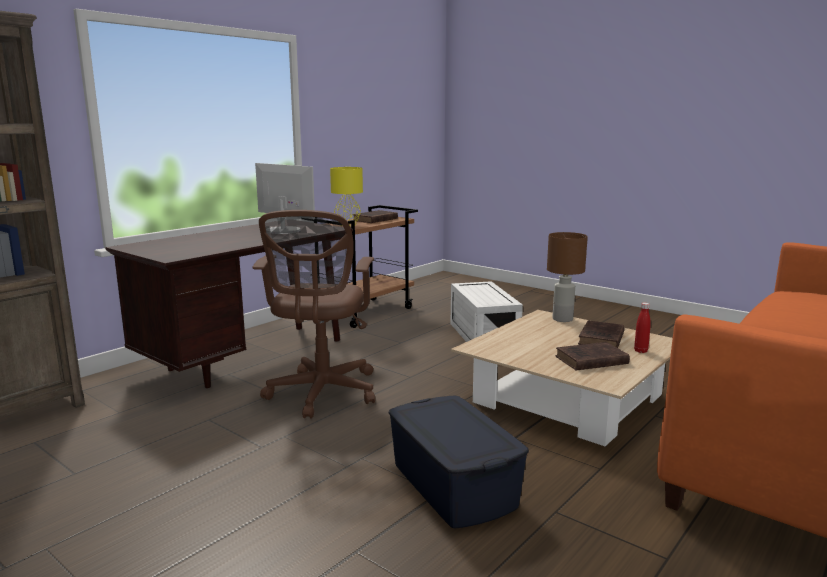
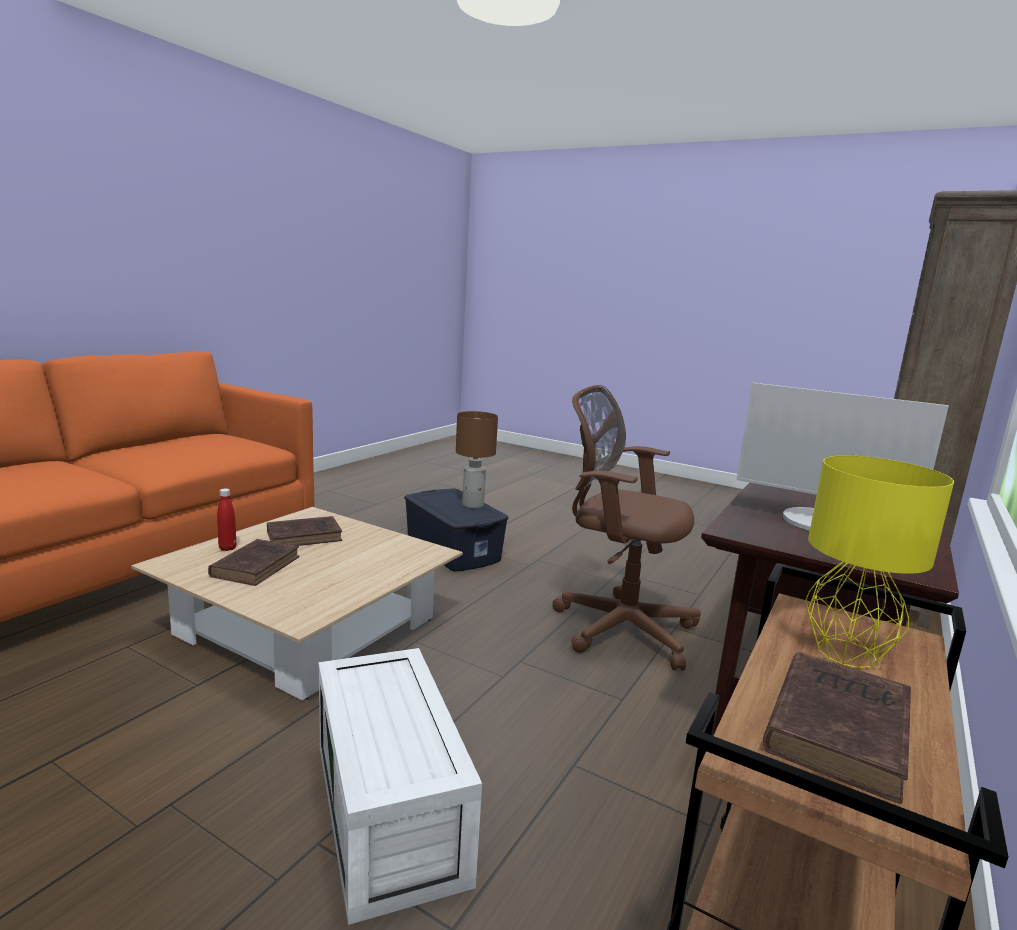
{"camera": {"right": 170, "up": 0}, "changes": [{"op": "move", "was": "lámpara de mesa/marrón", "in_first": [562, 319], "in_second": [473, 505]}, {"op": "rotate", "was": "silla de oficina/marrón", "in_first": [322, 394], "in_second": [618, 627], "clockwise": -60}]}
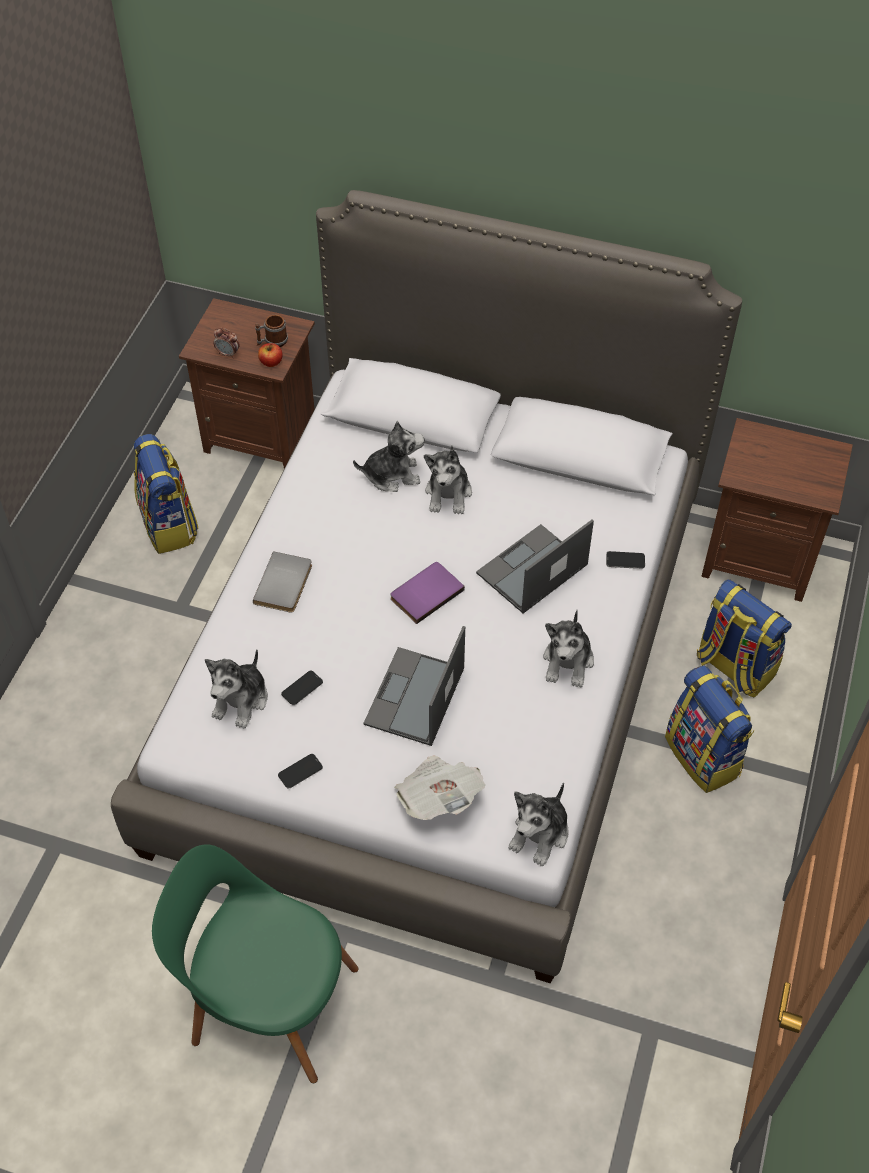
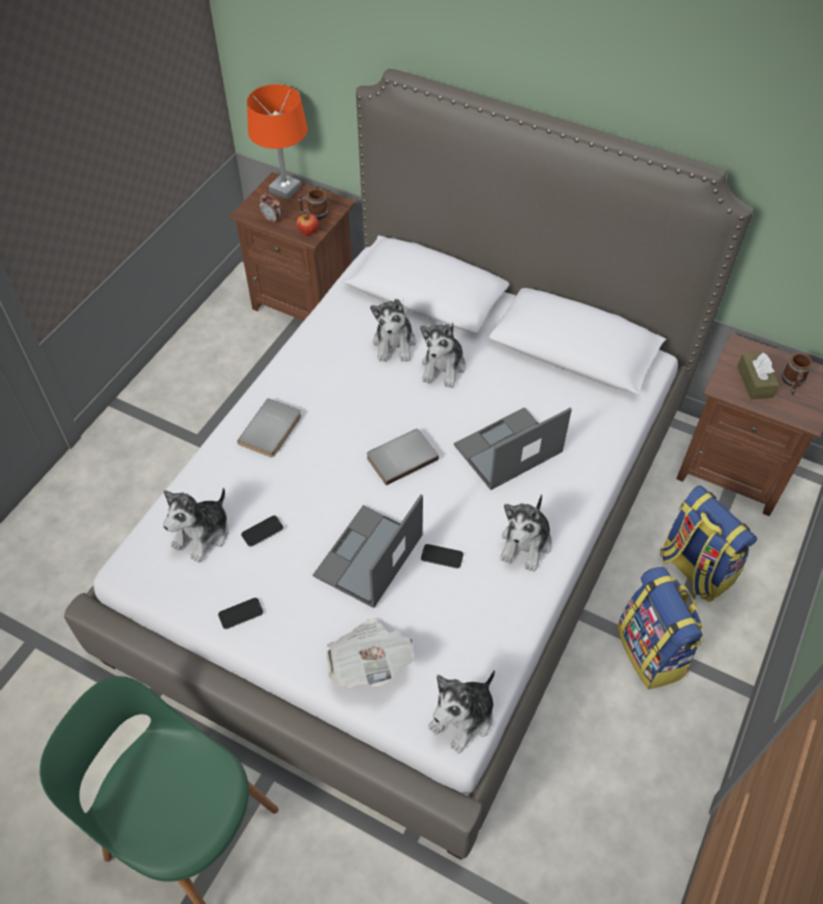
{"camera": {"right": 10, "up": 0}, "changes": [{"op": "insert", "now": "lámpara de mesa/naranja", "in_second": [285, 189]}, {"op": "recolor", "was": "libro/morado", "now": "libro/gris", "in_first": [425, 593], "in_second": [401, 456]}, {"op": "rotate", "was": "peluche", "in_first": [392, 475], "in_second": [394, 343], "clockwise": 90}, {"op": "move", "was": "móvil", "in_first": [625, 560], "in_second": [442, 557]}, {"op": "insert", "now": "caja de pañuelos/marrón", "in_second": [754, 382]}, {"op": "insert", "now": "taza grande", "in_second": [792, 382]}, {"op": "delete", "was": "mochila", "in_first": [170, 525]}]}
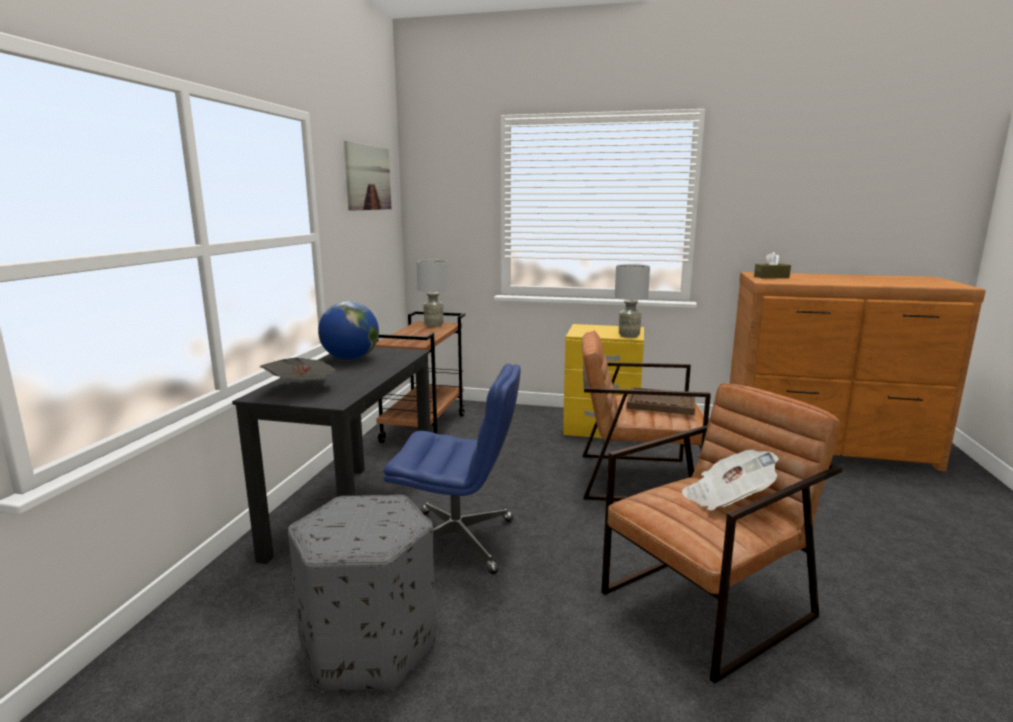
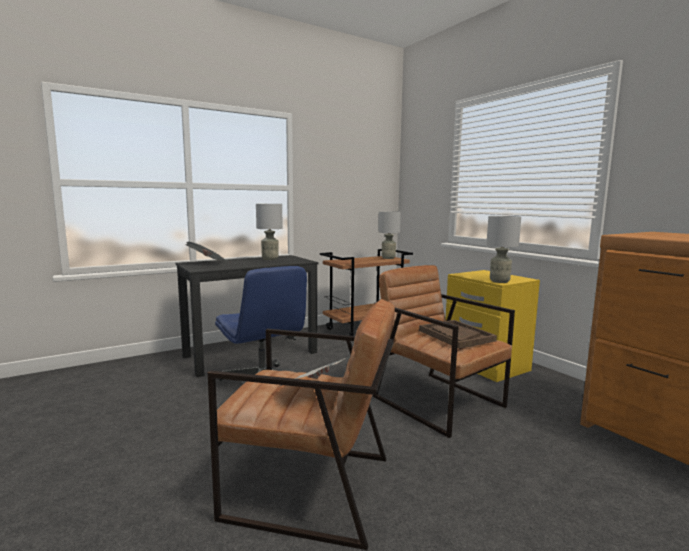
{"camera": {"right": 45, "up": -5}, "changes": [{"op": "replace", "was": "globo terráqueo", "now": "lámpara de mesa/gris", "in_first": [351, 359], "in_second": [269, 259]}, {"op": "delete", "was": "puf/gris", "in_first": [369, 645]}, {"op": "delete", "was": "cuadro", "in_first": [368, 177]}, {"op": "delete", "was": "caja de pañuelos/marrón", "in_first": [771, 277]}]}
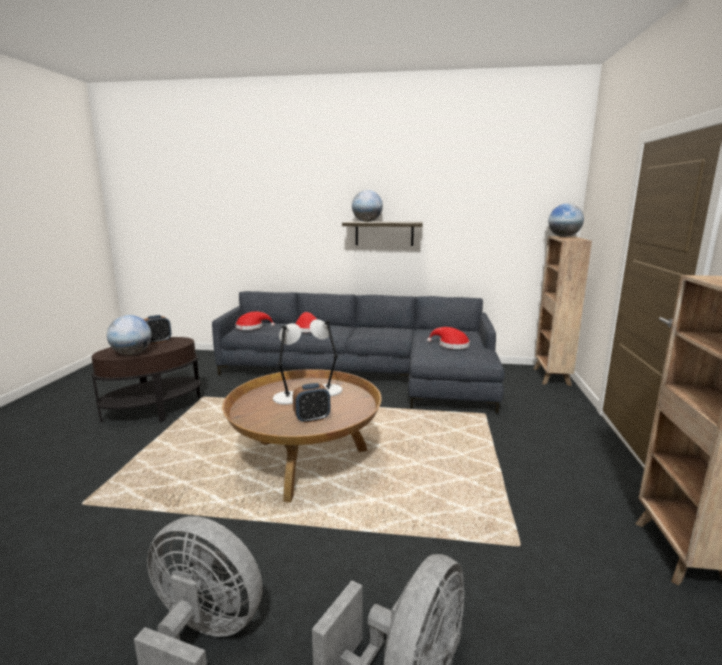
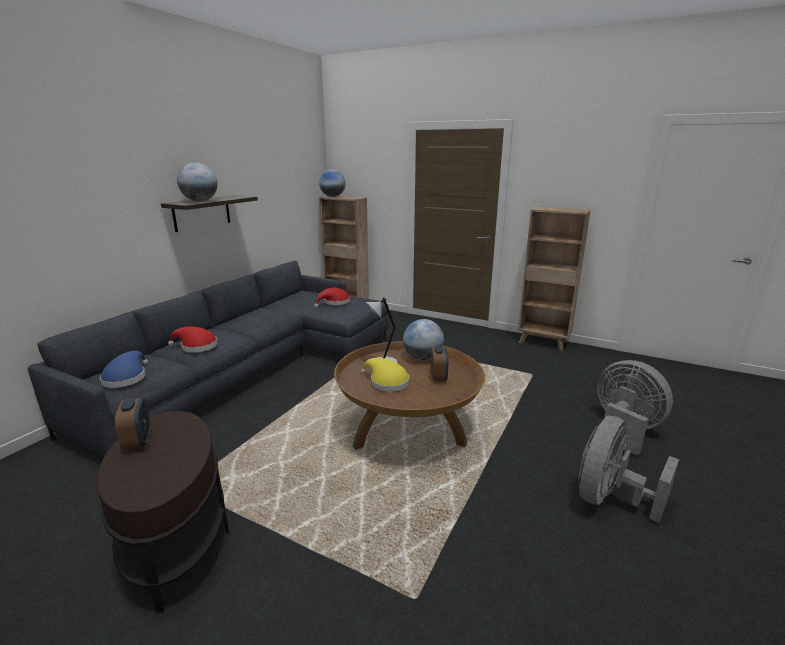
{"camera": {"right": -70, "up": 5}, "changes": [{"op": "recolor", "was": "sombrero/rojo", "now": "sombrero/azul", "in_first": [251, 327], "in_second": [126, 378]}, {"op": "replace", "was": "lámpara de mesa/gris", "now": "sombrero/amarillo", "in_first": [288, 397], "in_second": [386, 382]}, {"op": "move", "was": "globo terráqueo", "in_first": [132, 353], "in_second": [423, 357]}]}
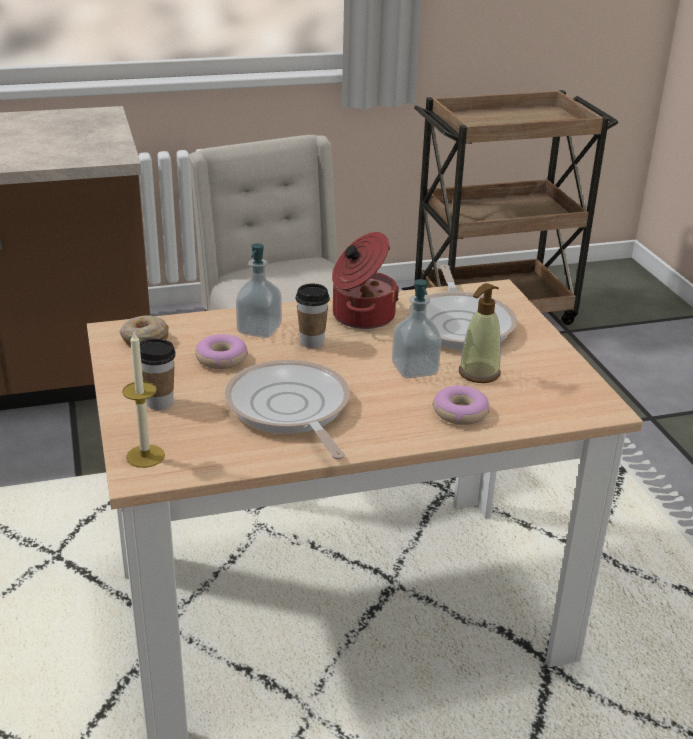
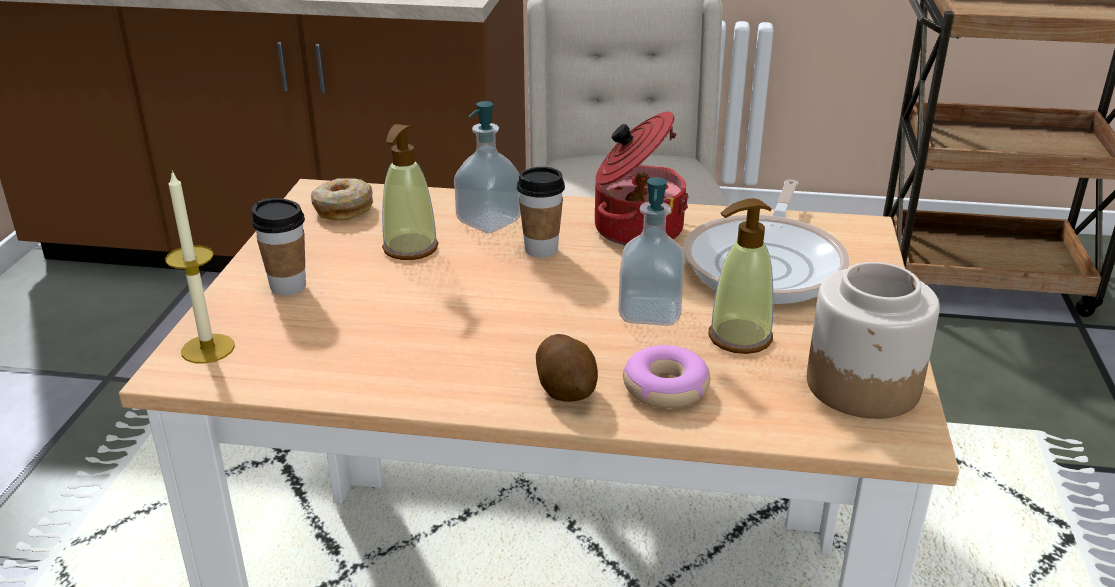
{"camera": {"right": 25, "up": 0}, "changes": [{"op": "replace", "was": "rosquilla", "now": "dispensador de jabón", "in_first": [221, 359], "in_second": [410, 248]}, {"op": "insert", "now": "patata", "in_second": [567, 390]}, {"op": "insert", "now": "tarro", "in_second": [864, 385]}, {"op": "delete", "was": "sartén", "in_first": [289, 410]}]}
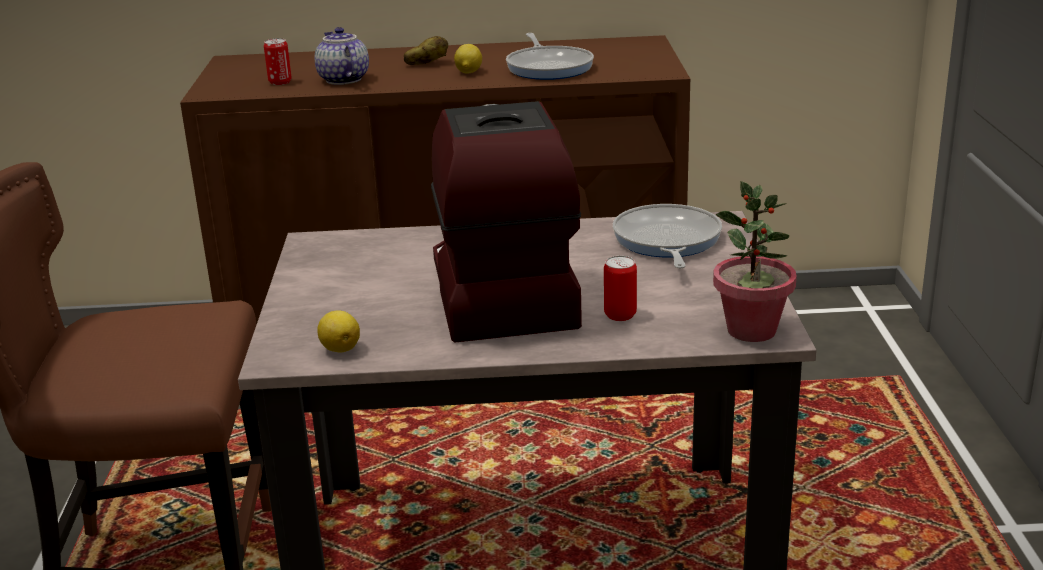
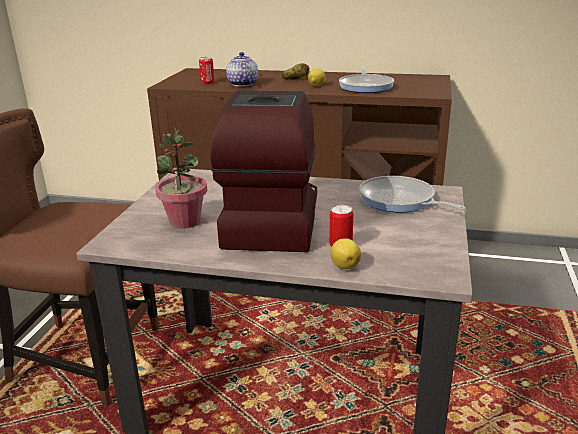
{"camera": {"right": 15, "up": 0}, "changes": [{"op": "move", "was": "planta en maceta", "in_first": [751, 331], "in_second": [184, 222]}, {"op": "move", "was": "limón", "in_first": [340, 348], "in_second": [345, 265]}, {"op": "rotate", "was": "sartén", "in_first": [666, 241], "in_second": [399, 200], "clockwise": -60}]}
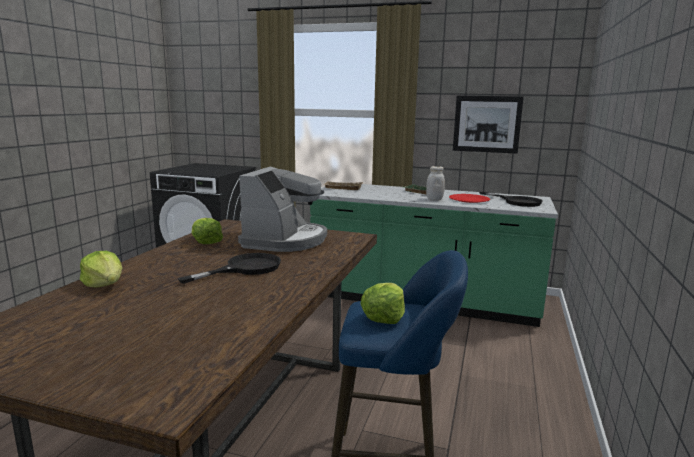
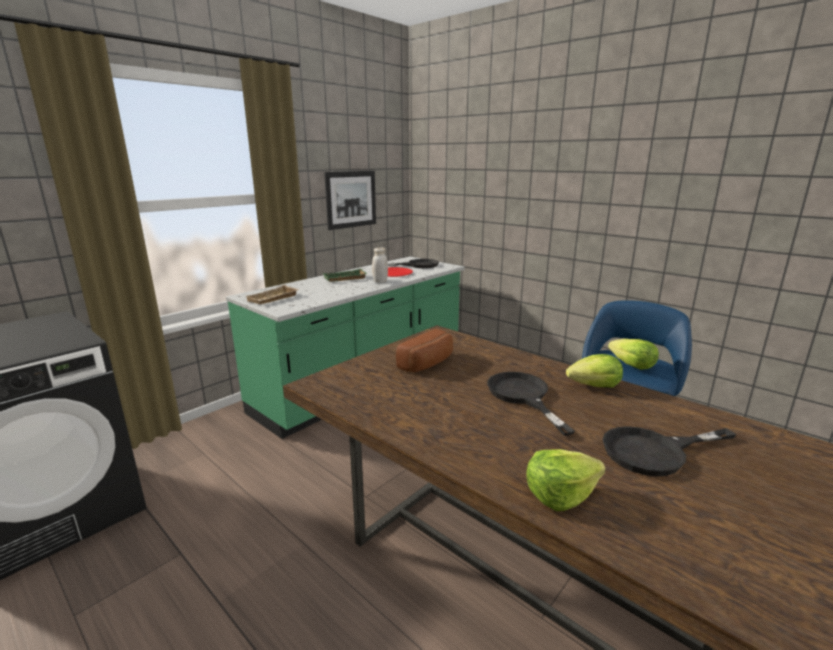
{"camera": {"right": -65, "up": 5}, "changes": [{"op": "replace", "was": "cafetera", "now": "pan", "in_first": [285, 240], "in_second": [428, 363]}, {"op": "move", "was": "lechuga", "in_first": [206, 242], "in_second": [594, 386]}, {"op": "insert", "now": "sartén/negro", "in_second": [655, 452]}]}
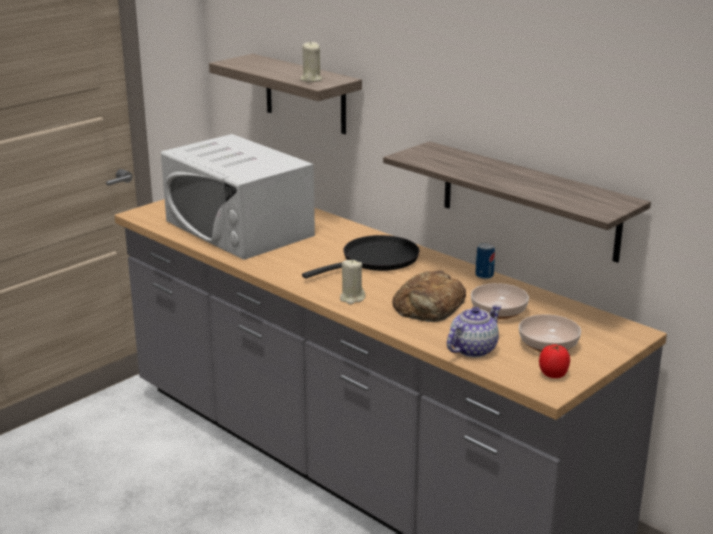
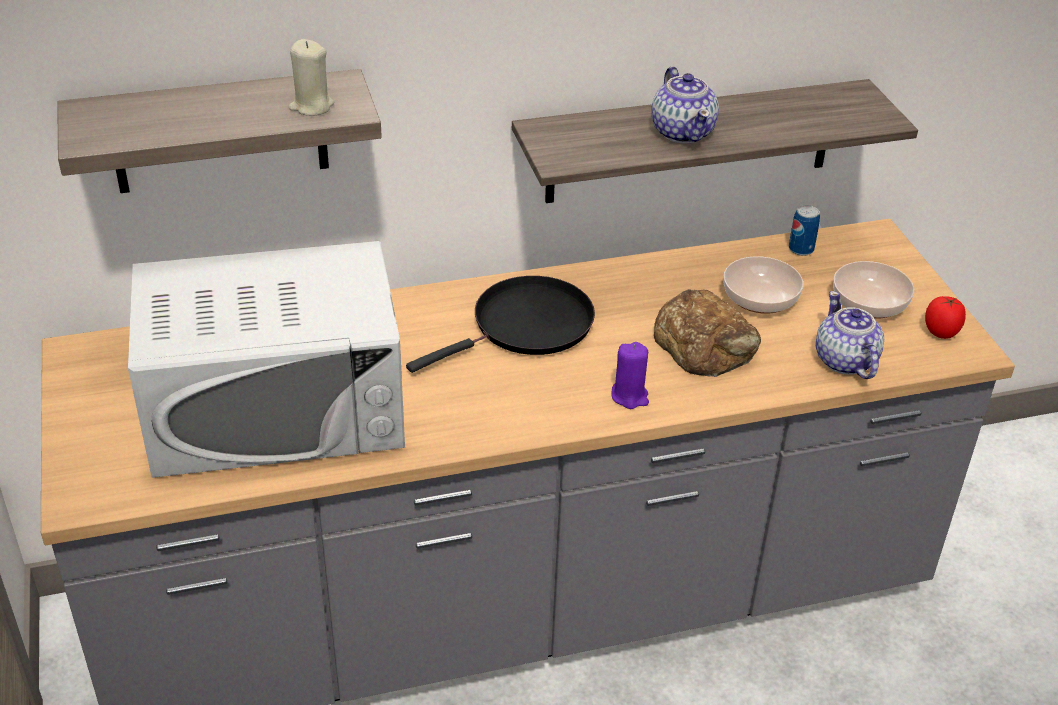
{"camera": {"right": -60, "up": 15}, "changes": [{"op": "rotate", "was": "sartén/negro", "in_first": [376, 260], "in_second": [526, 326], "clockwise": 60}, {"op": "recolor", "was": "vela/beis", "now": "vela/morado", "in_first": [352, 298], "in_second": [630, 396]}, {"op": "insert", "now": "tetera", "in_second": [683, 132]}, {"op": "move", "was": "lata", "in_first": [484, 276], "in_second": [801, 249]}]}
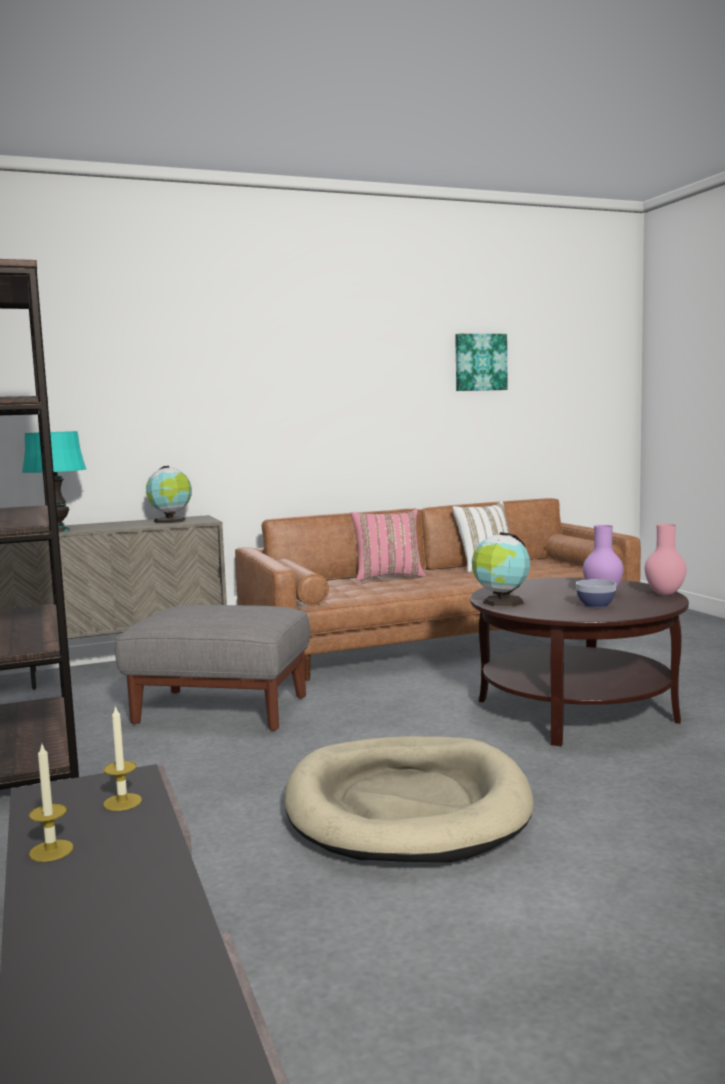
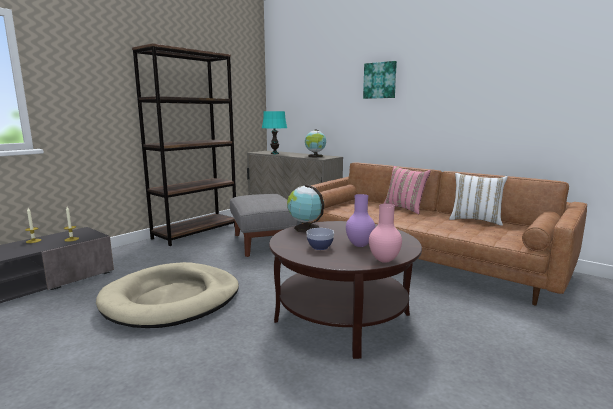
{"camera": {"right": 60, "up": 5}, "changes": [{"op": "move", "was": "cuadro", "in_first": [480, 362], "in_second": [380, 80]}]}
